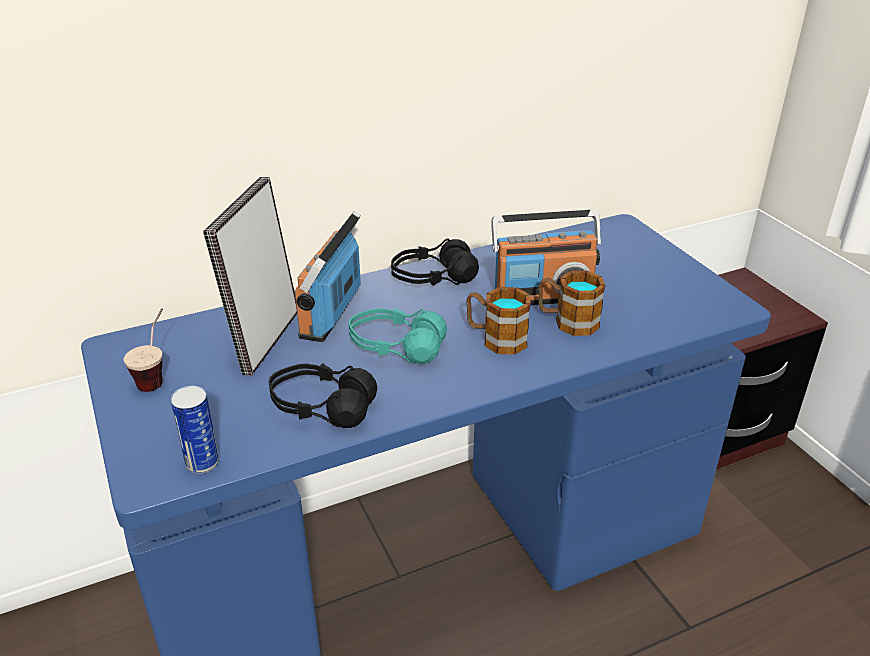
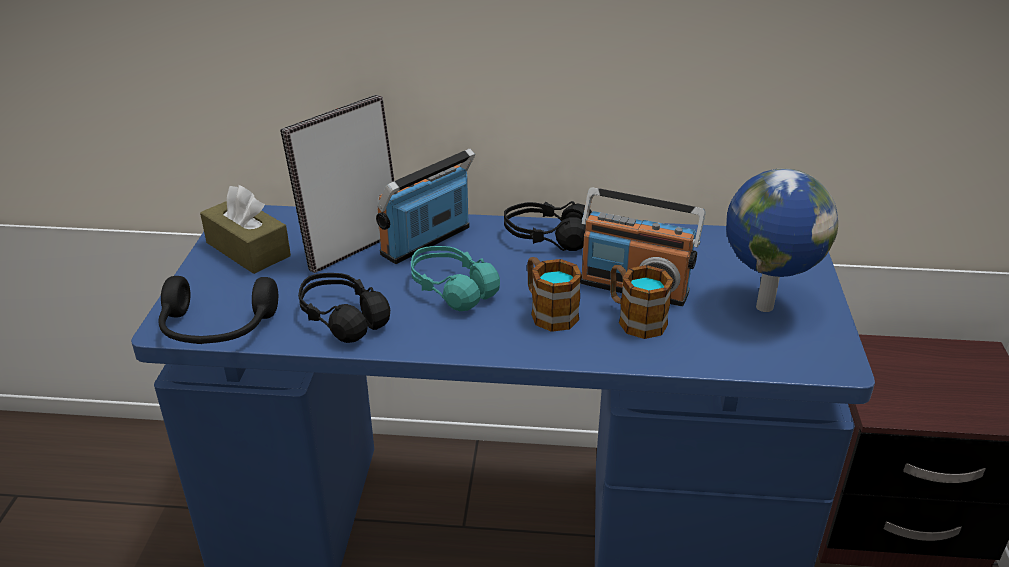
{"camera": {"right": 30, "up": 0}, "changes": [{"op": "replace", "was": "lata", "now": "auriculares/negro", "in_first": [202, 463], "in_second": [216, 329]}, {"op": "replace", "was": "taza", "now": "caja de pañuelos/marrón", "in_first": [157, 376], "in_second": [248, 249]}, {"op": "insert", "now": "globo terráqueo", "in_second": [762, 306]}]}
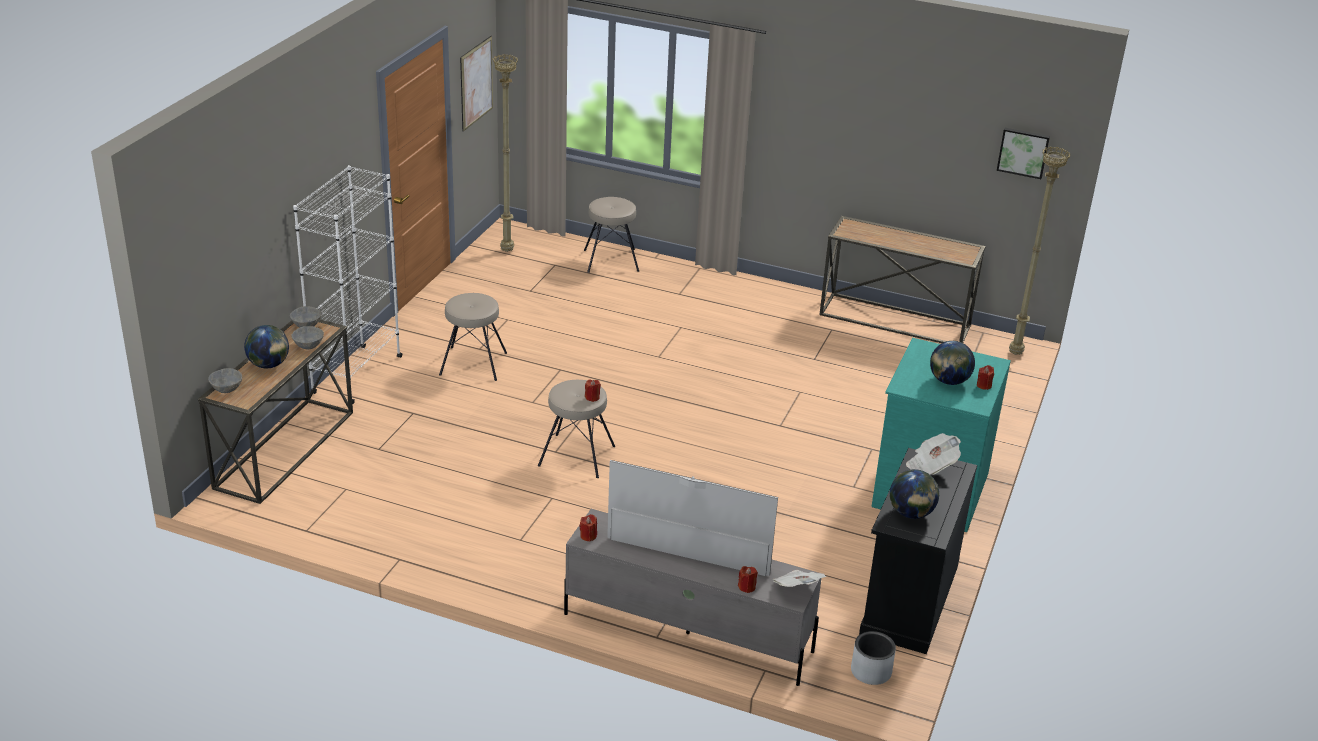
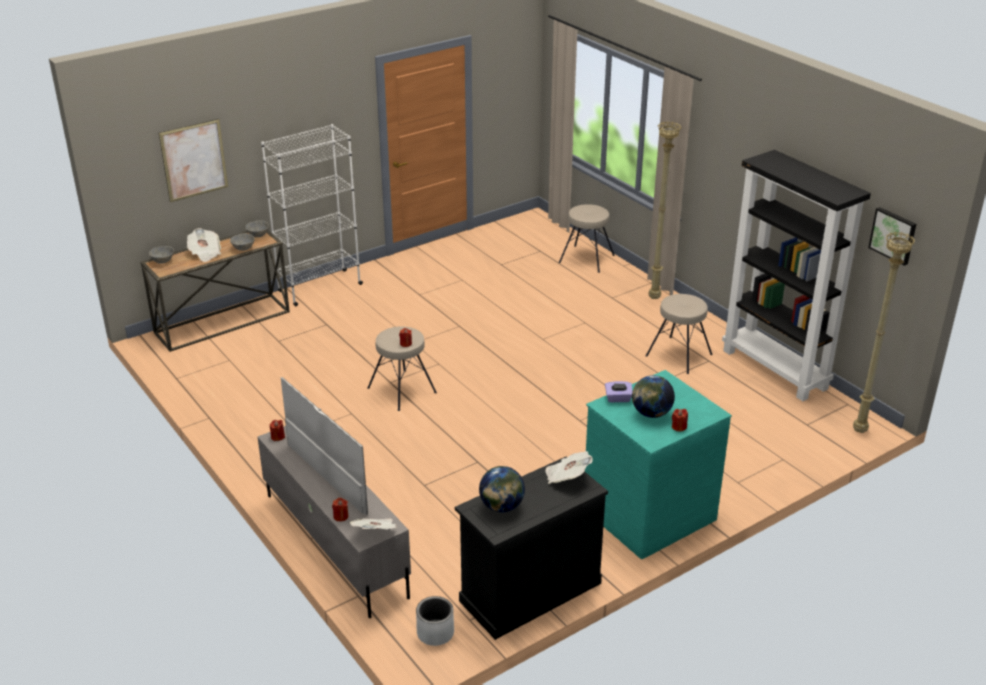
{"camera": {"right": 35, "up": 0}, "changes": [{"op": "move", "was": "cuadro", "in_first": [476, 83], "in_second": [194, 160]}, {"op": "replace", "was": "globo terráqueo", "now": "periódico", "in_first": [268, 365], "in_second": [205, 253]}, {"op": "insert", "now": "caja de pañuelos/morado", "in_second": [618, 399]}, {"op": "move", "was": "taburete/beis", "in_first": [473, 363], "in_second": [679, 354]}, {"op": "move", "was": "lámpara de pie/beis", "in_first": [508, 251], "in_second": [655, 298]}, {"op": "replace", "was": "mesa consola", "now": "estantería/negro", "in_first": [895, 319], "in_second": [775, 369]}]}
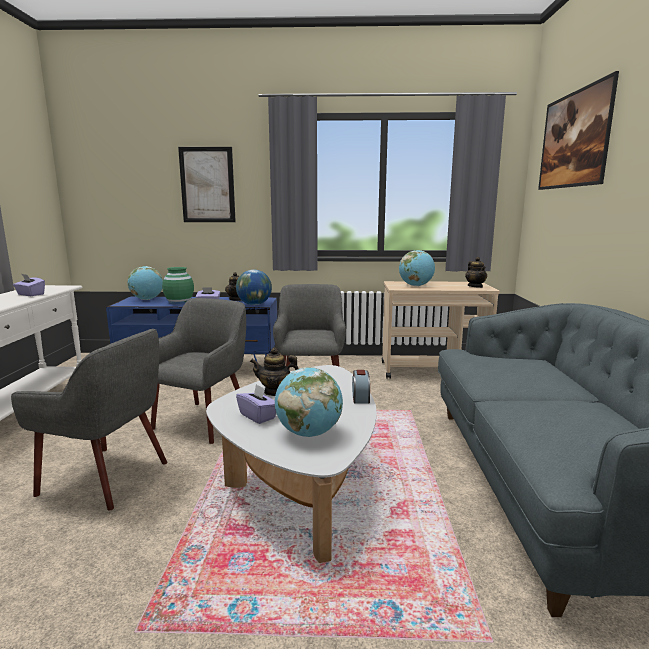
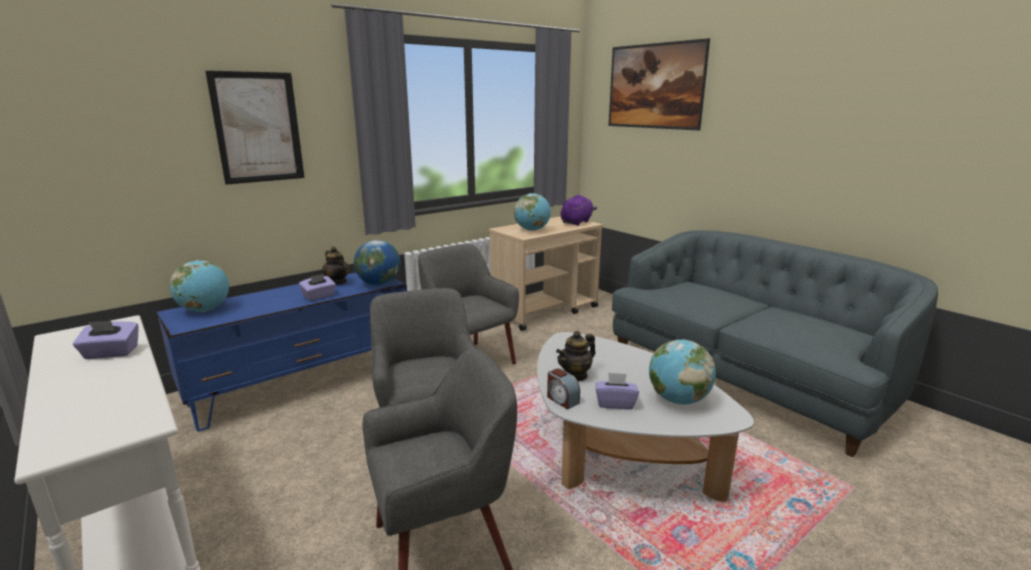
{"camera": {"right": -40, "up": 5}, "changes": [{"op": "move", "was": "despertador", "in_first": [360, 397], "in_second": [562, 400]}, {"op": "replace", "was": "tetera", "now": "peluche/morado", "in_first": [475, 286], "in_second": [577, 222]}, {"op": "delete", "was": "florero/verde", "in_first": [179, 302]}]}
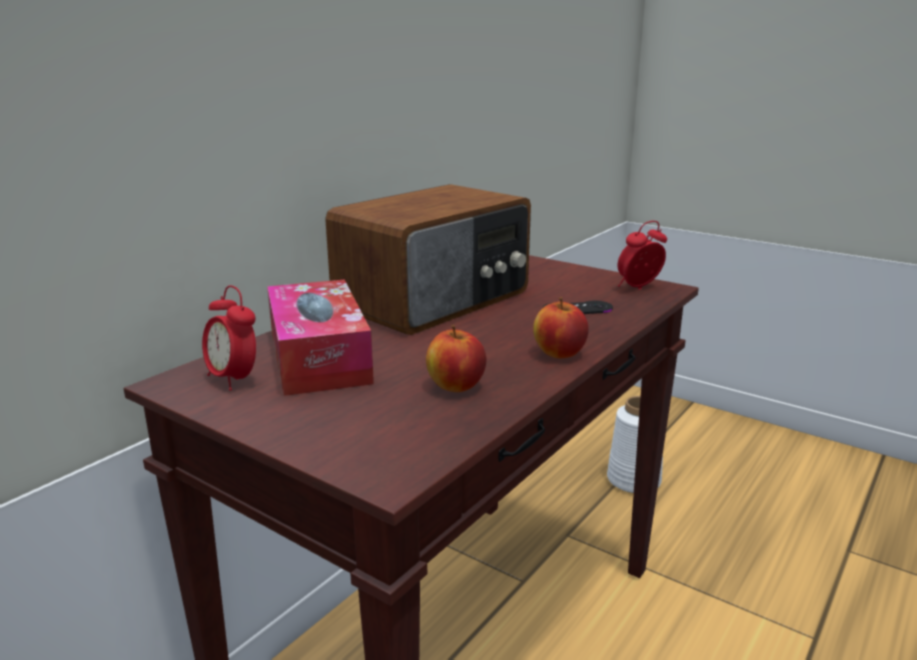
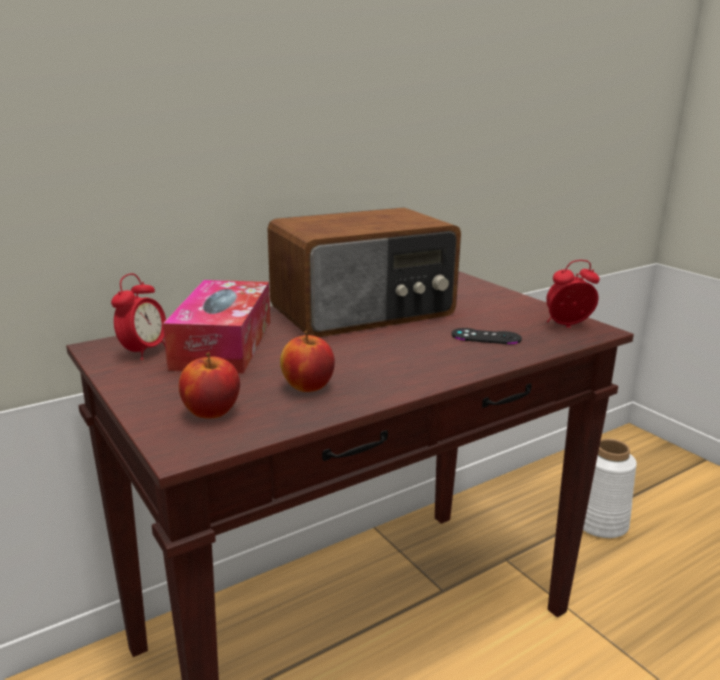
{"camera": {"right": 20, "up": 0}, "changes": [{"op": "rotate", "was": "despertador", "in_first": [233, 380], "in_second": [144, 352], "clockwise": -135}, {"op": "move", "was": "manzana", "in_first": [559, 354], "in_second": [211, 412]}]}
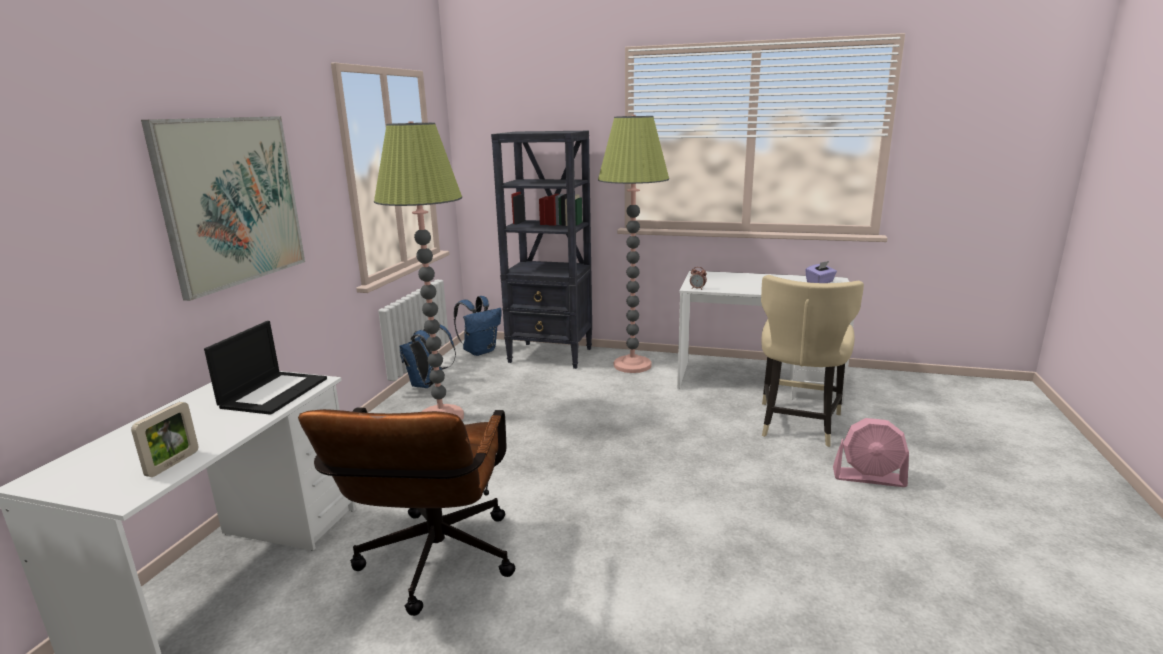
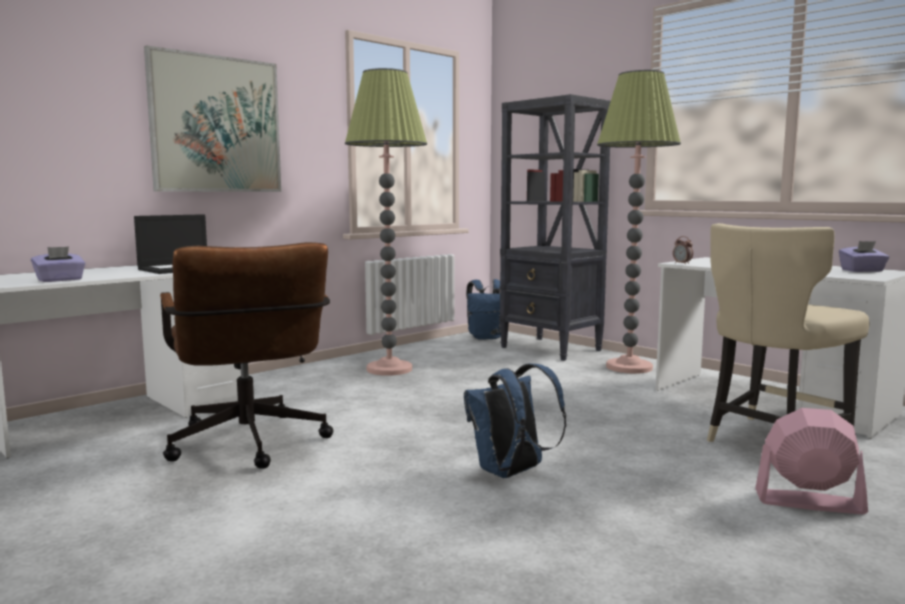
{"camera": {"right": 30, "up": -10}, "changes": [{"op": "replace", "was": "portarretratos", "now": "caja de pañuelos/morado", "in_first": [173, 463], "in_second": [60, 280]}, {"op": "rotate", "was": "silla de oficina/marrón", "in_first": [433, 566], "in_second": [250, 447], "clockwise": -60}, {"op": "move", "was": "mochila/azul", "in_first": [428, 385], "in_second": [511, 473]}, {"op": "rotate", "was": "ventilador/rosa", "in_first": [869, 477], "in_second": [808, 502], "clockwise": 150}]}
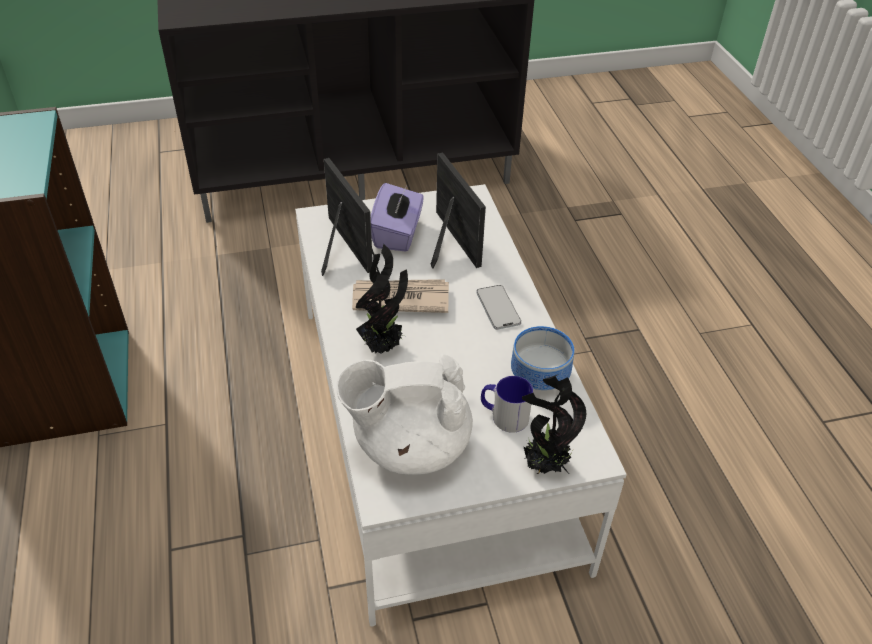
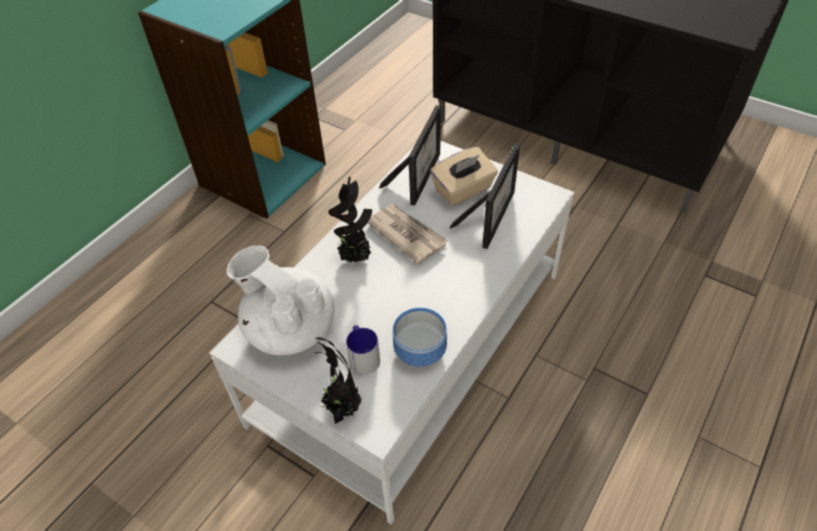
{"camera": {"right": 50, "up": 5}, "changes": [{"op": "recolor", "was": "caja de pañuelos/morado", "now": "caja de pañuelos/beis", "in_first": [397, 234], "in_second": [463, 190]}, {"op": "delete", "was": "móvil", "in_first": [498, 308]}]}
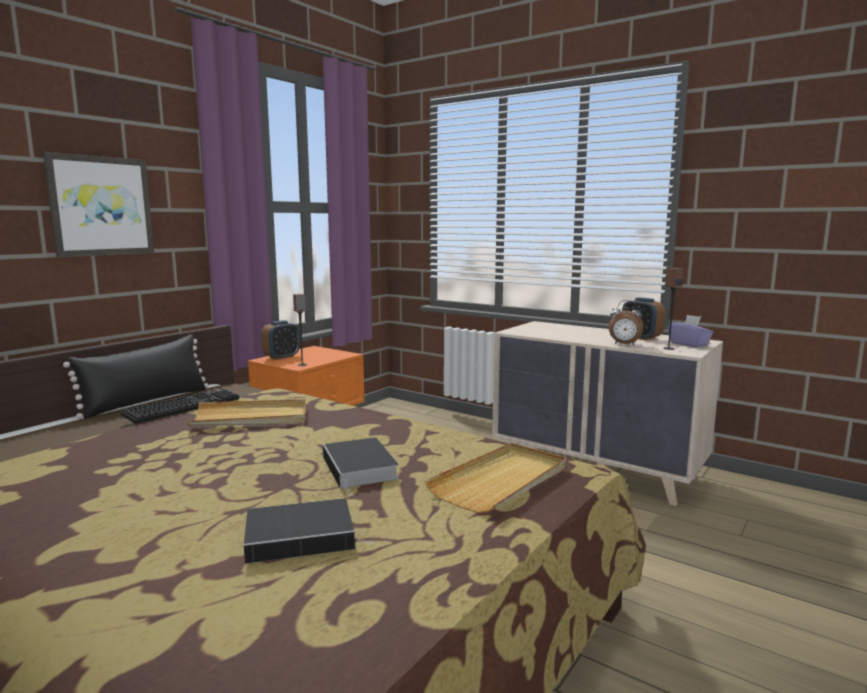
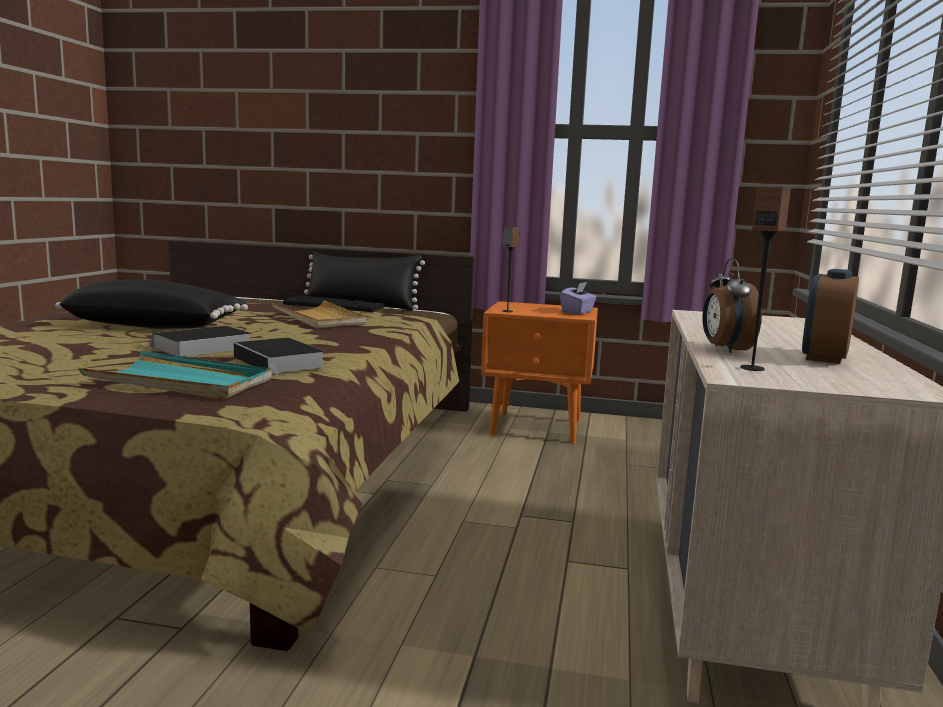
{"camera": {"right": 65, "up": 0}, "changes": [{"op": "insert", "now": "cojín/negro", "in_second": [156, 326]}, {"op": "recolor", "was": "bandeja/beis", "now": "bandeja/turquesa", "in_first": [501, 481], "in_second": [180, 382]}, {"op": "move", "was": "libro", "in_first": [303, 536], "in_second": [281, 362]}, {"op": "move", "was": "caja de pañuelos/morado", "in_first": [689, 344], "in_second": [577, 312]}, {"op": "delete", "was": "cuadro", "in_first": [101, 206]}, {"op": "delete", "was": "despertador", "in_first": [281, 357]}]}
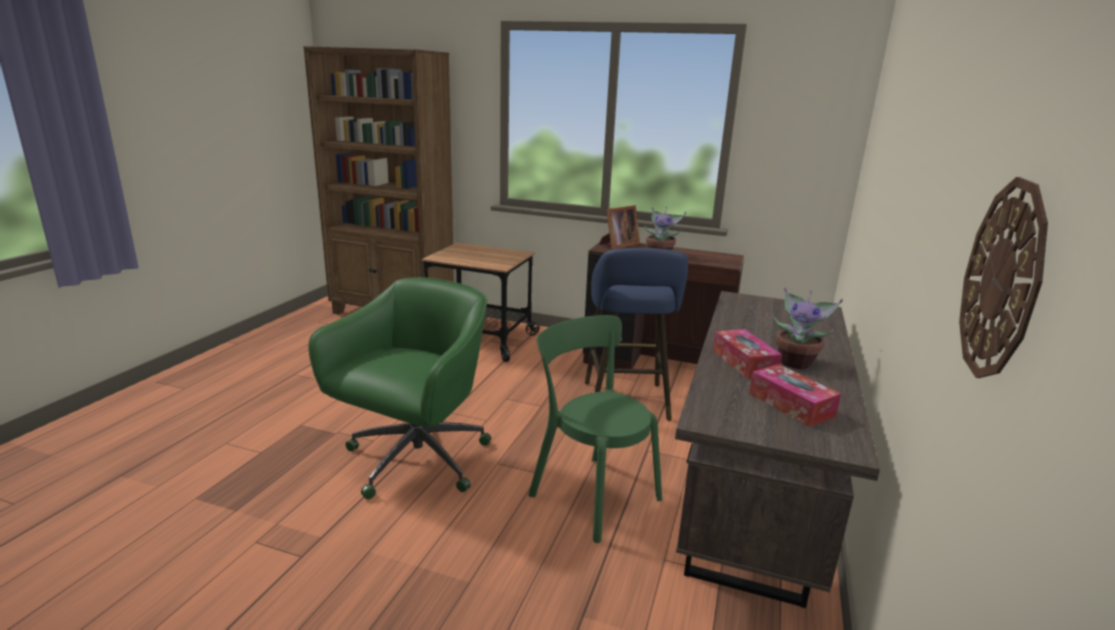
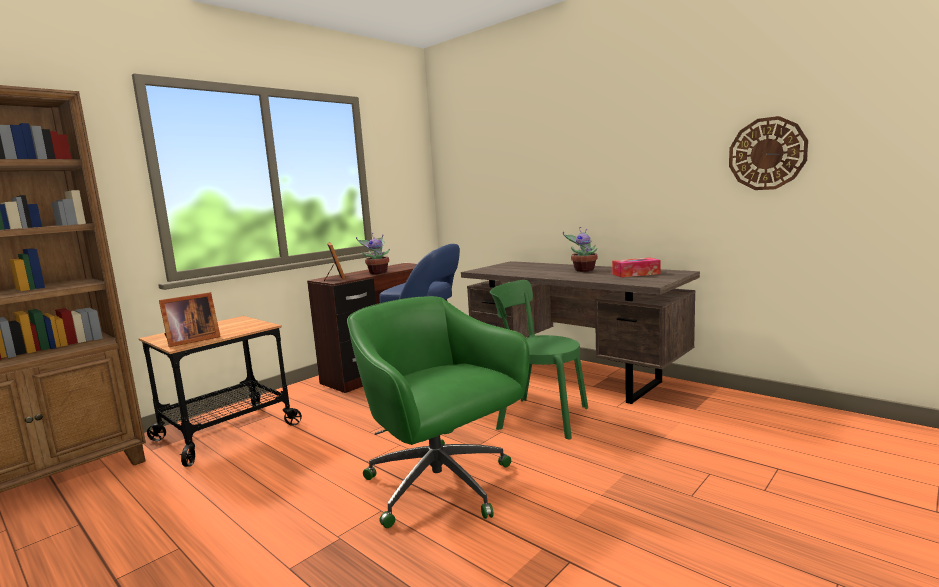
{"camera": {"right": -65, "up": -10}, "changes": [{"op": "insert", "now": "portarretratos", "in_second": [190, 341]}, {"op": "rotate", "was": "silla/verde", "in_first": [590, 494], "in_second": [538, 417], "clockwise": 45}, {"op": "delete", "was": "caja de pañuelos", "in_first": [744, 363]}]}
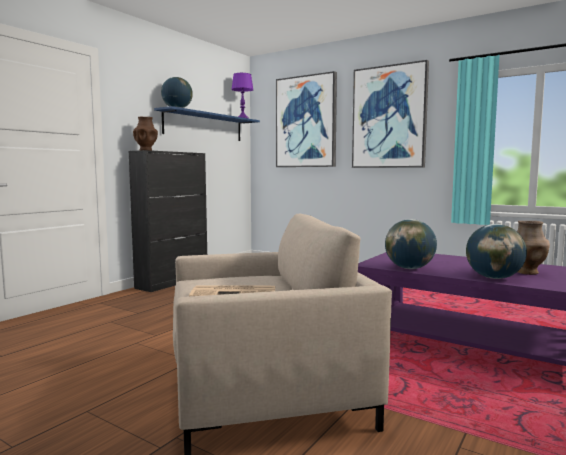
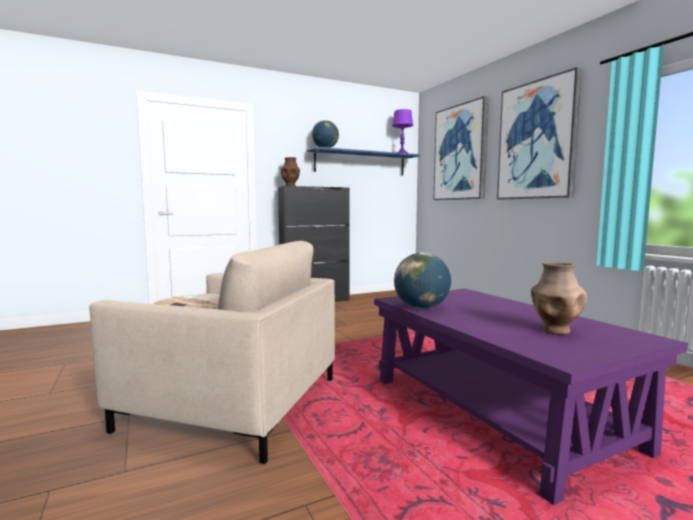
{"camera": {"right": 30, "up": 0}, "changes": [{"op": "delete", "was": "globo terráqueo", "in_first": [493, 278]}]}
